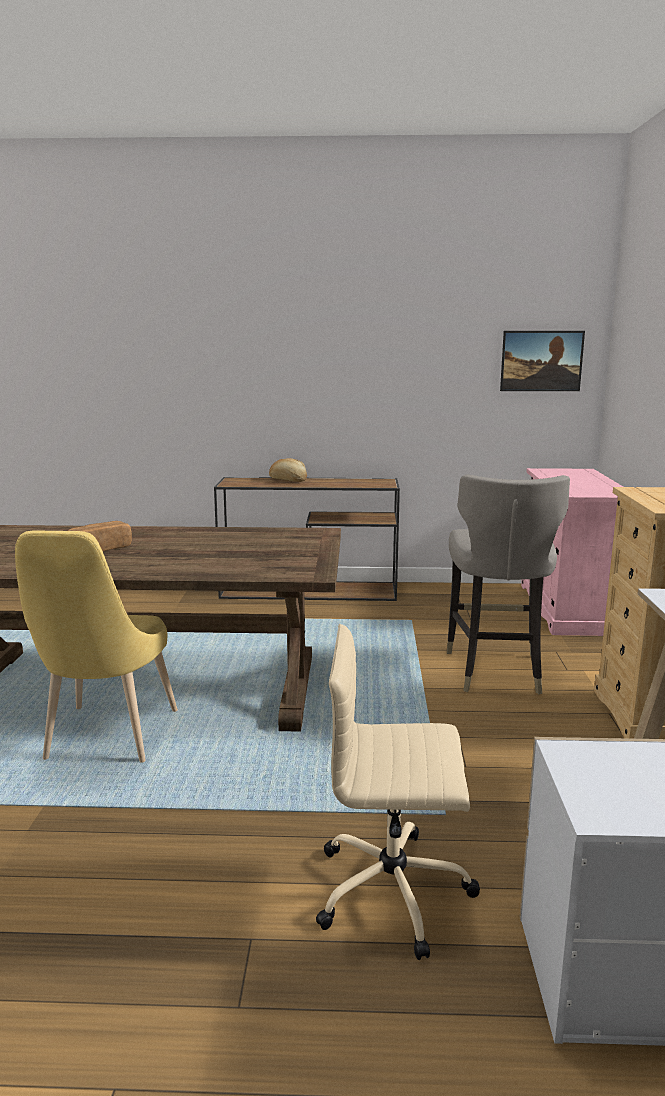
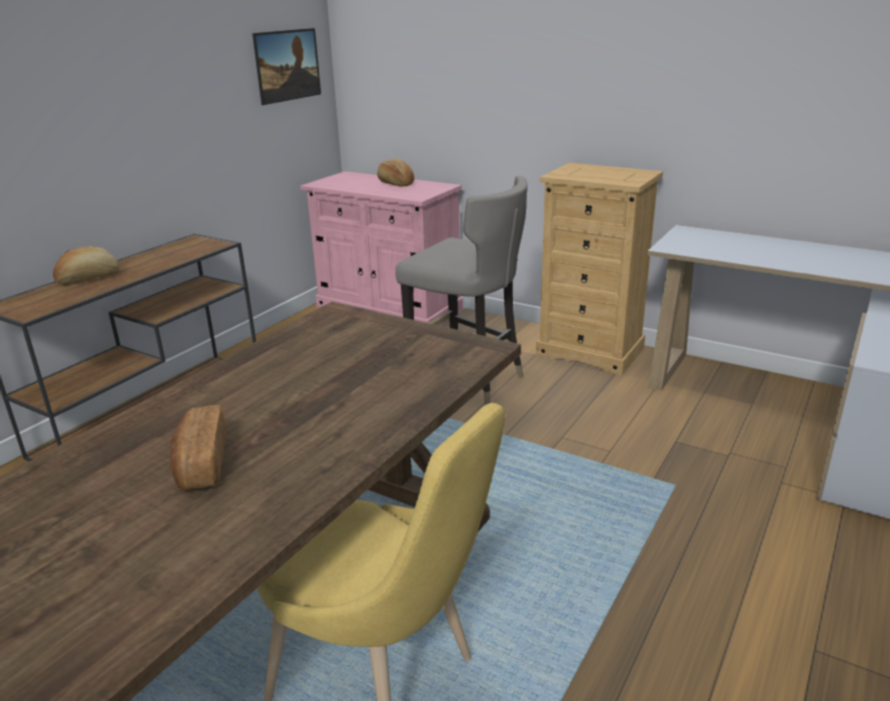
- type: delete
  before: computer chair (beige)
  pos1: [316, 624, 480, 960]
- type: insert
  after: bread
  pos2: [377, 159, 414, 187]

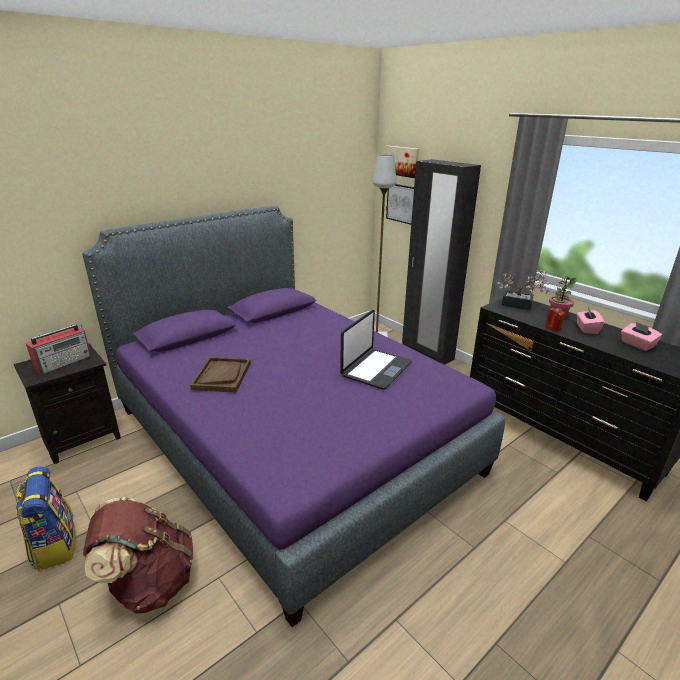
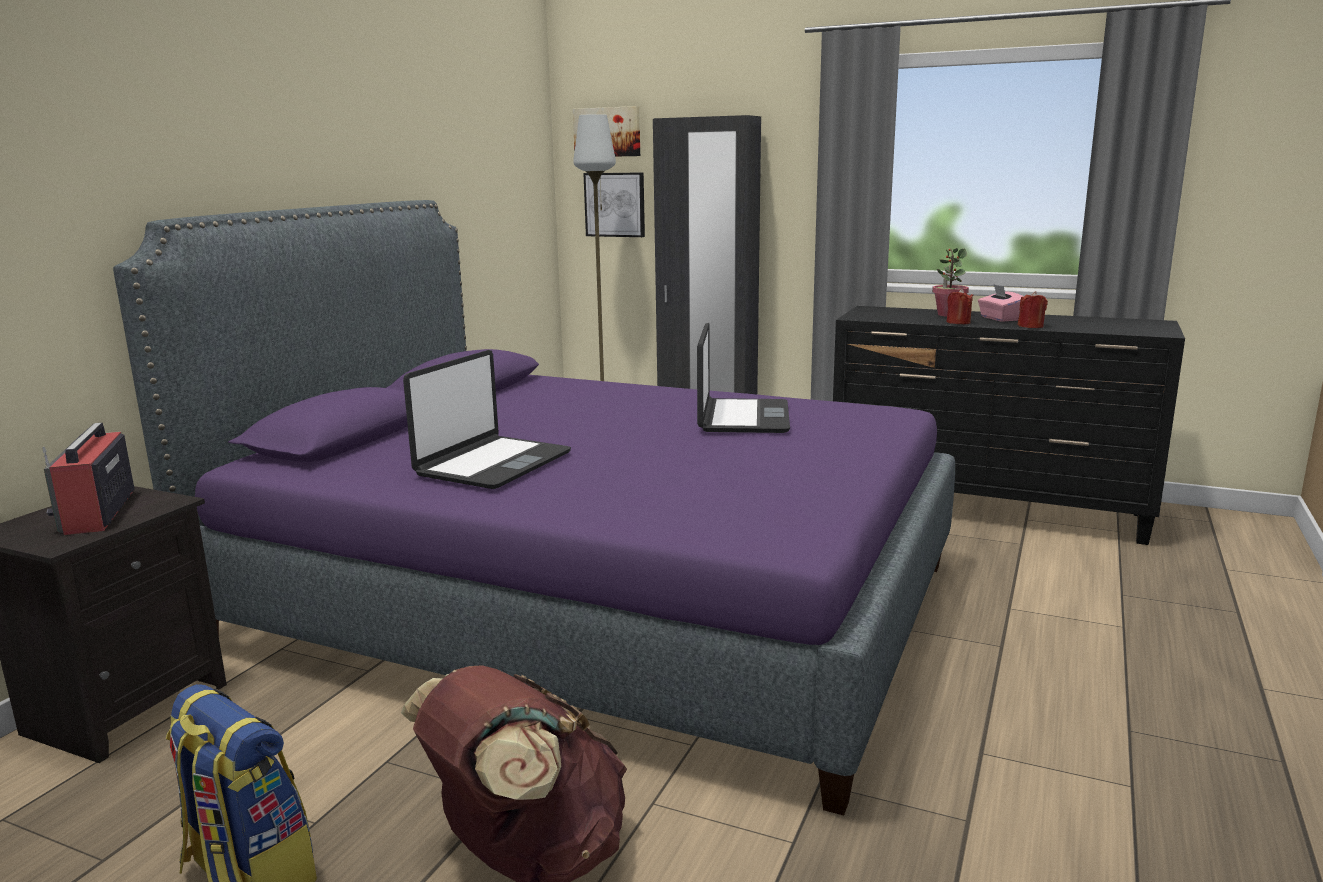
- type: delete
  before: plant in a pot
  pos1: [498, 270, 549, 310]
- type: delete
  before: box of tissues (pink-coloured)
  pos1: [621, 322, 662, 351]
- type: insert
  after: wax candle (reddish)
  pos2: [1018, 291, 1048, 328]
- type: replace
  before: serving tray (brown)
  after: laptop
  pos1: [190, 357, 251, 393]
  pos2: [403, 350, 571, 489]
- type: rotate
  before: radio receiver
  pos1: [26, 324, 91, 375]
  pos2: [42, 423, 135, 535]
  turn: 150

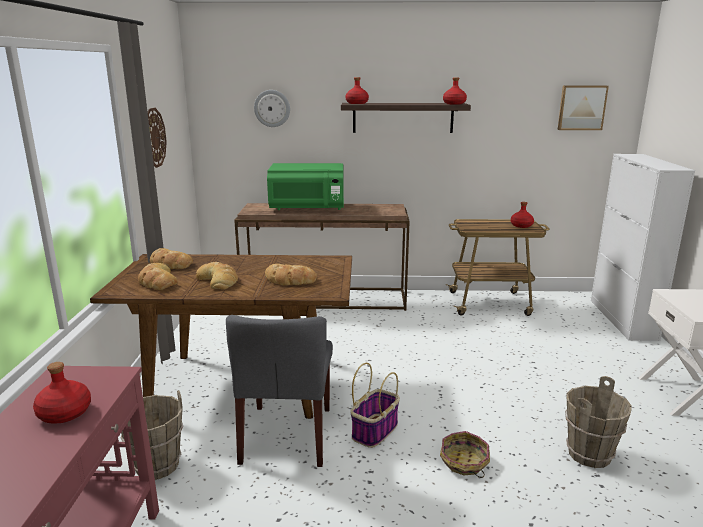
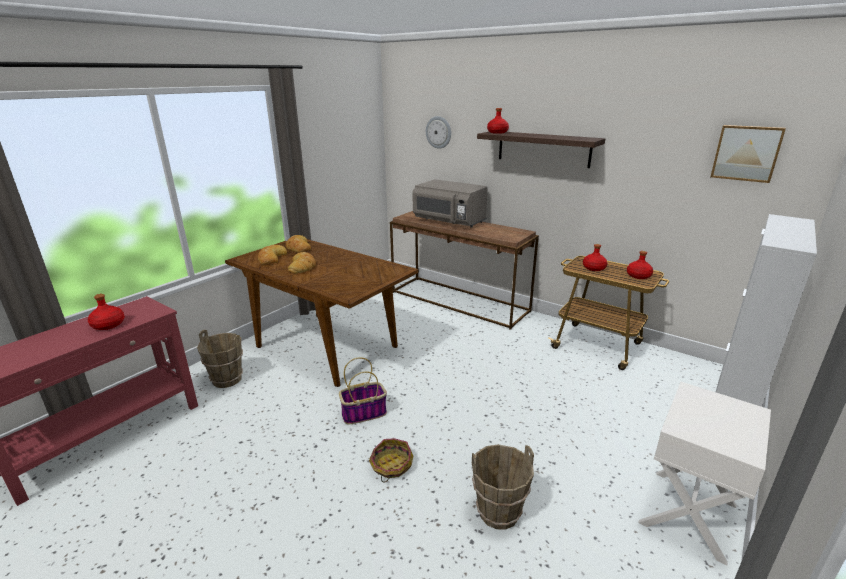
- type: delete
  before: hanging clock
  pos1: [148, 108, 167, 168]
- type: delete
  before: upright chair (gray)
  pos1: [226, 315, 333, 467]
- type: delete
  before: bread
  pos1: [265, 264, 317, 285]
- type: move
  before: beverage bottle (reddish)
  pos1: [443, 77, 467, 105]
  pos2: [583, 244, 607, 271]
- type: recolor
  before: microwave oven (greenish)
  after: microwave oven (gray)
  pos1: [267, 163, 344, 210]
  pos2: [412, 179, 488, 228]

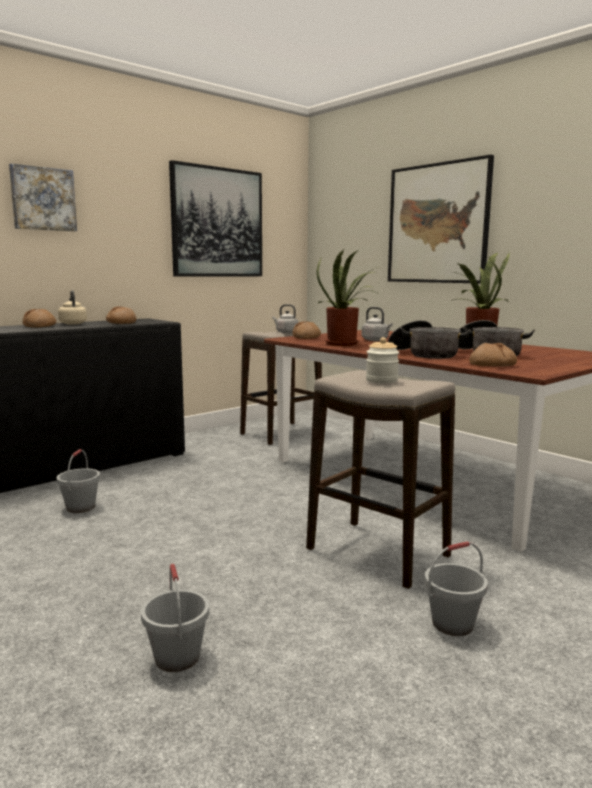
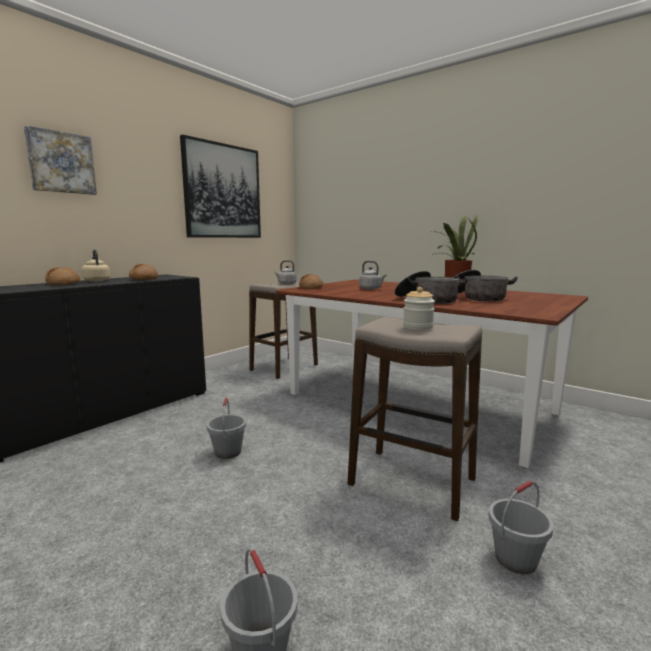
- type: delete
  before: plant in a pot
  pos1: [317, 250, 378, 346]
- type: delete
  before: wall art
  pos1: [388, 155, 494, 283]
- type: delete
  before: bread
  pos1: [469, 343, 517, 367]
- type: move
  before: pail (gray)
  pos1: [57, 449, 100, 513]
  pos2: [207, 397, 246, 459]

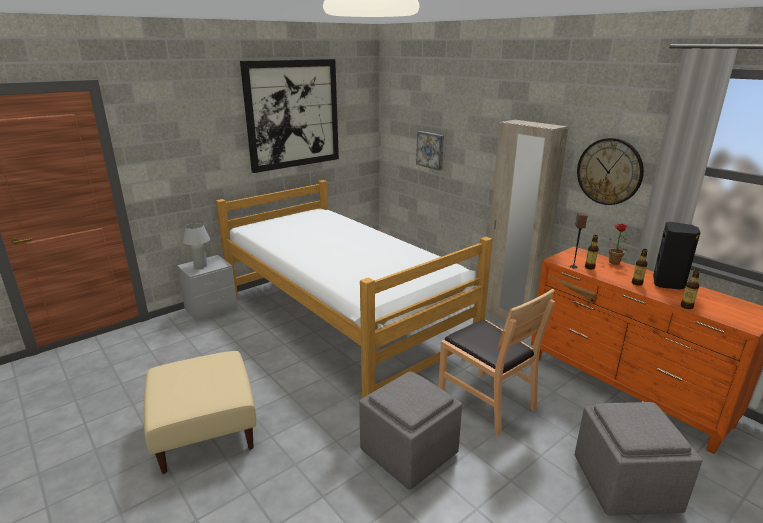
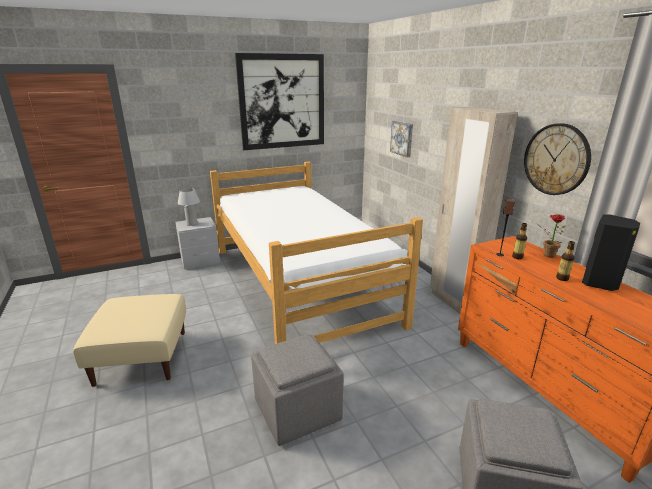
- type: delete
  before: upright chair (brown)
  pos1: [438, 289, 555, 436]
- type: delete
  before: beverage bottle
  pos1: [681, 269, 700, 309]

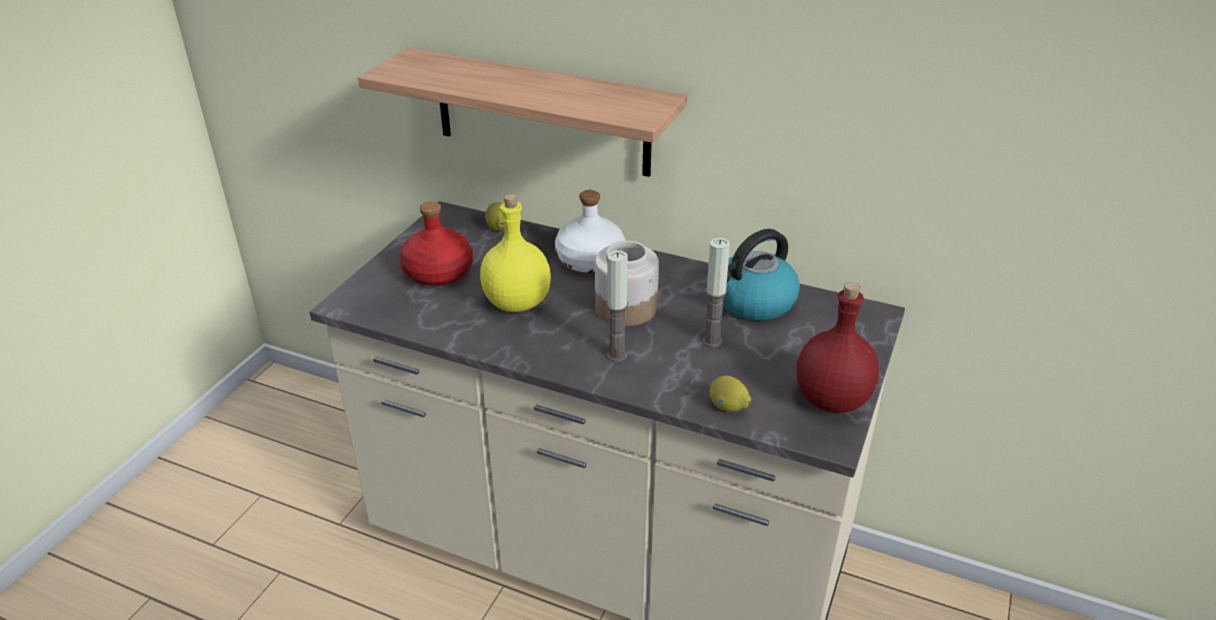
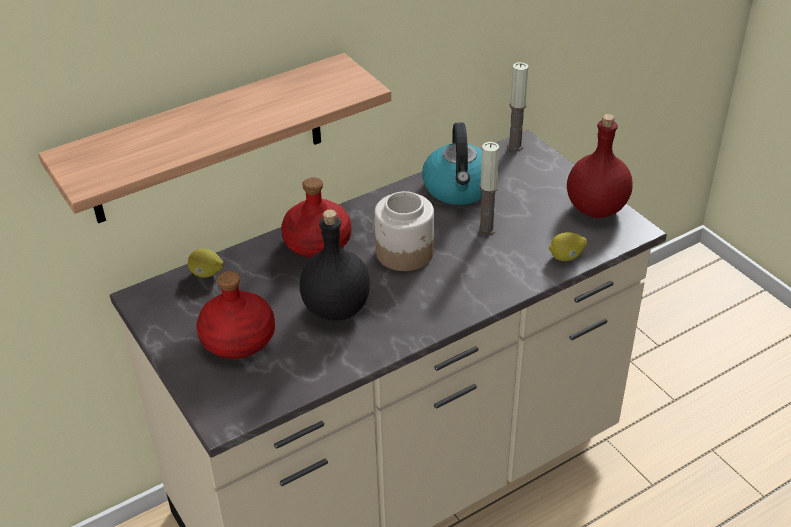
- type: move
  before: wax candle
  pos1: [606, 251, 628, 362]
  pos2: [507, 62, 528, 151]
- type: recolor
  before: beverage bottle (yellow-coloured)
  after: beverage bottle (black-coloured)
  pos1: [480, 194, 551, 312]
  pos2: [300, 210, 370, 321]
- type: recolor
  before: beverage bottle (white)
  after: beverage bottle (reddish)
  pos1: [555, 190, 626, 273]
  pos2: [281, 177, 351, 258]

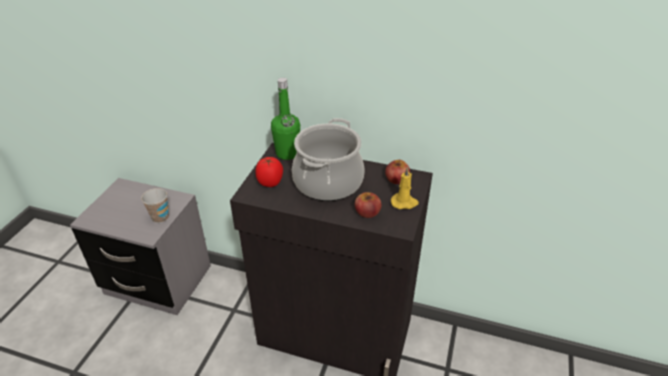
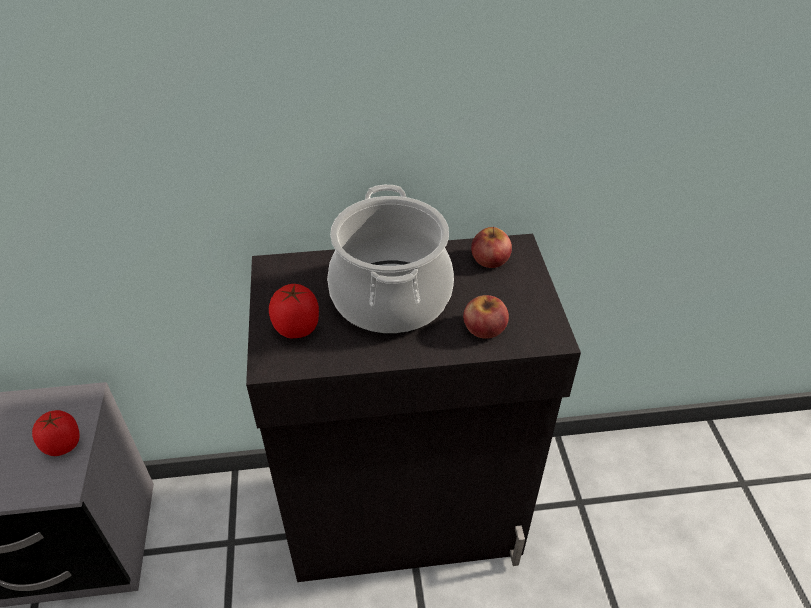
- type: delete
  before: beverage bottle (greenish)
  pos1: [271, 78, 300, 160]
- type: delete
  before: wax candle (yellow-coloured)
  pos1: [391, 167, 419, 209]
- type: replace
  before: drinking cup
  after: tomato
  pos1: [141, 188, 169, 223]
  pos2: [32, 410, 79, 456]

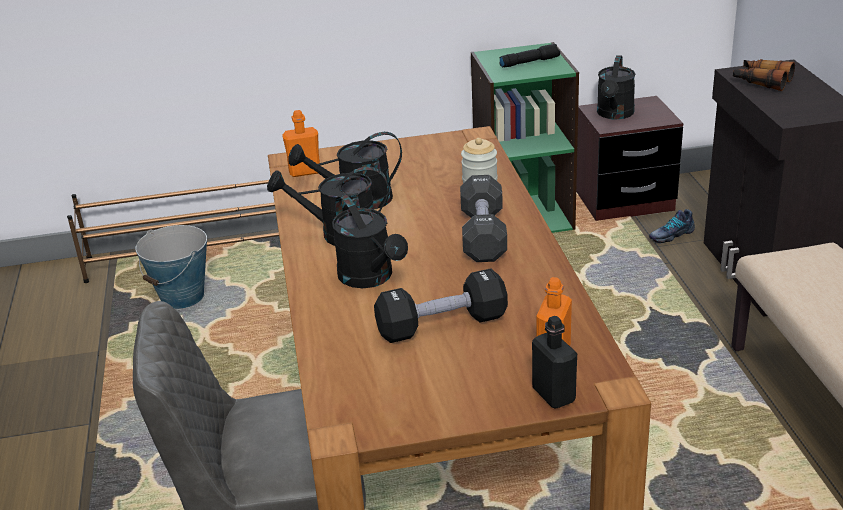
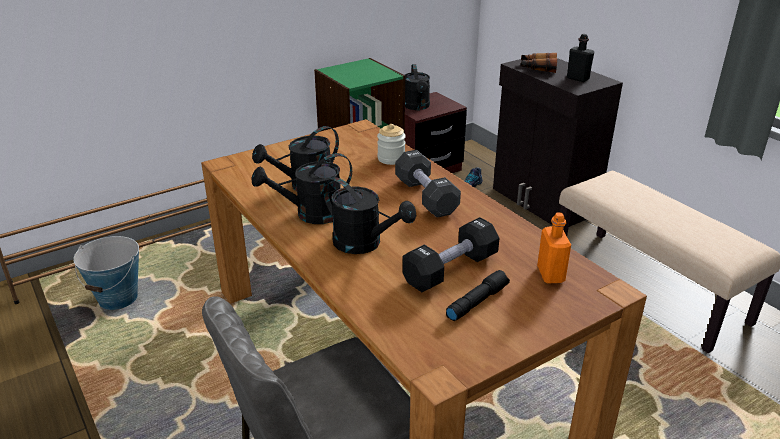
- type: delete
  before: beverage bottle (orange-coloured)
  pos1: [282, 110, 320, 177]
- type: move
  before: flashlight (black-coloured)
  pos1: [499, 44, 560, 68]
  pos2: [446, 270, 510, 321]
- type: move
  before: beverage bottle (black-coloured)
  pos1: [532, 316, 577, 408]
  pos2: [567, 34, 594, 82]

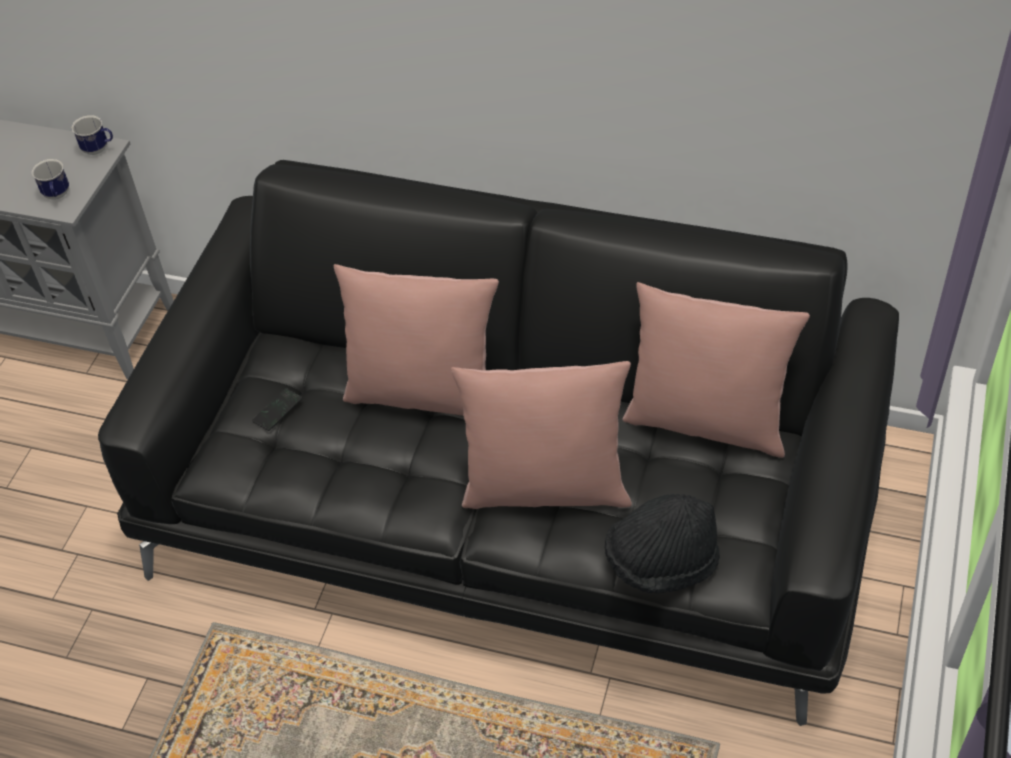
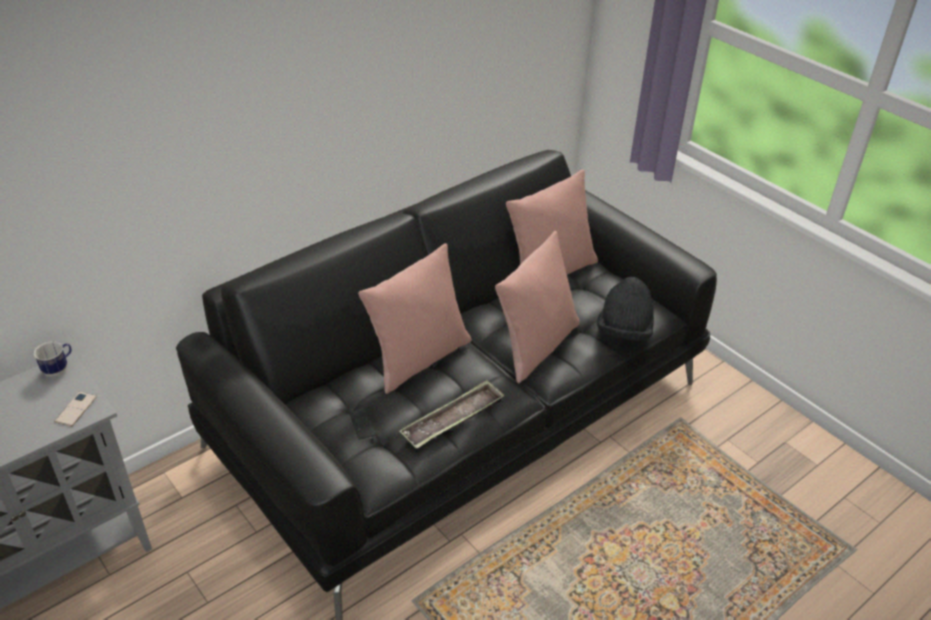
- type: insert
  after: serving tray
  pos2: [400, 380, 505, 449]
- type: replace
  before: tea mug
  after: handset
  pos1: [32, 159, 69, 200]
  pos2: [54, 392, 97, 427]

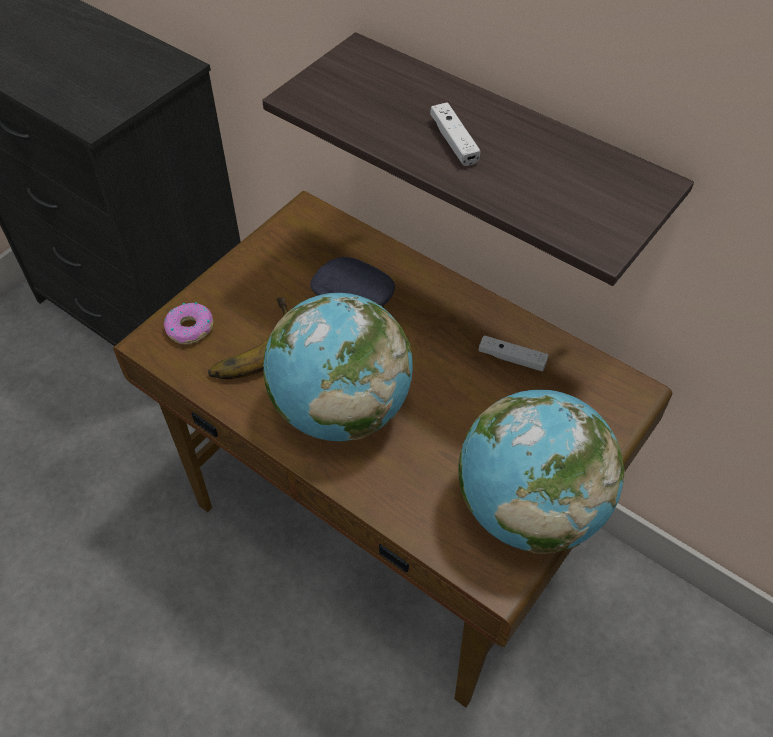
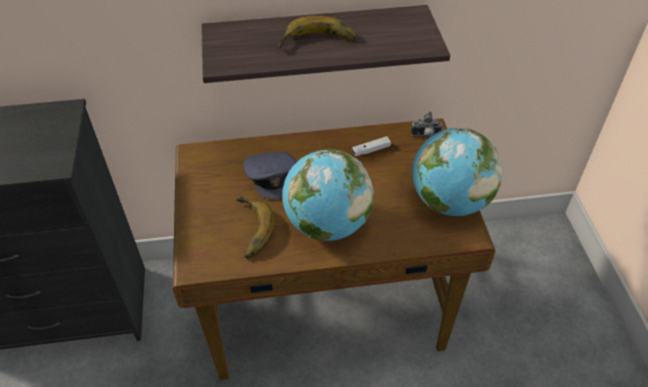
- type: delete
  before: doughnut
  pos1: [164, 302, 213, 344]
- type: insert
  after: photo camera
  pos2: [411, 112, 443, 139]
- type: replace
  before: game controller (white)
  after: whole banana
  pos1: [430, 102, 480, 166]
  pos2: [278, 16, 358, 48]

